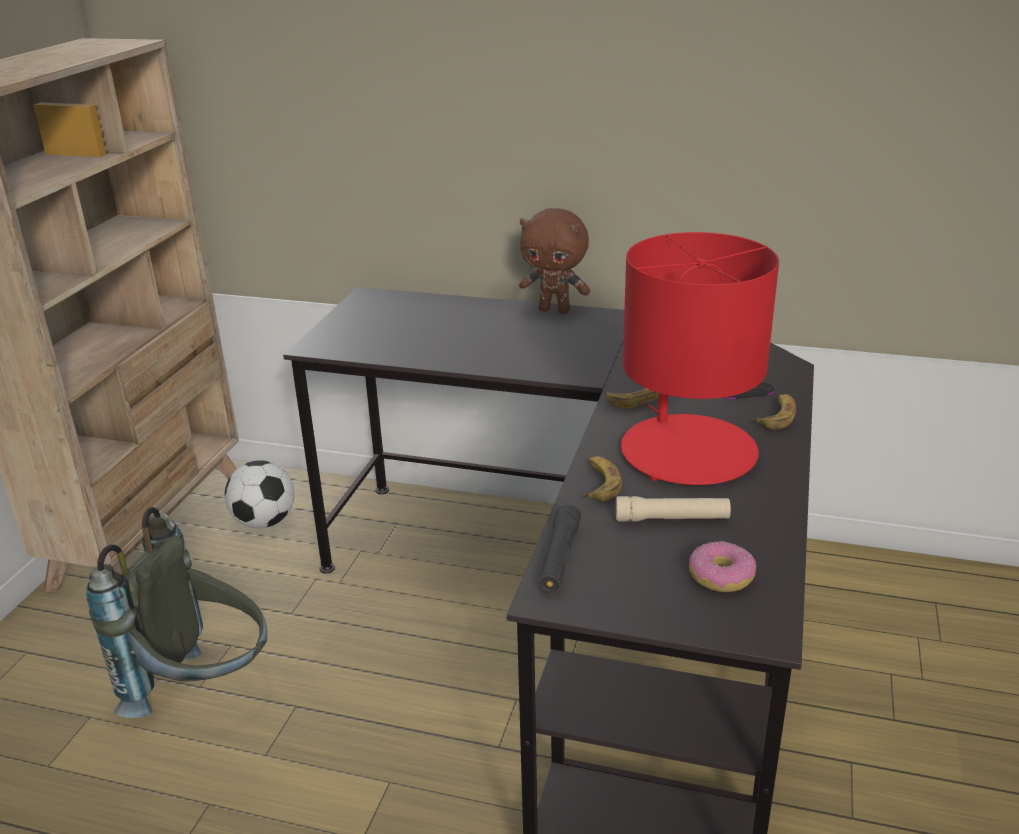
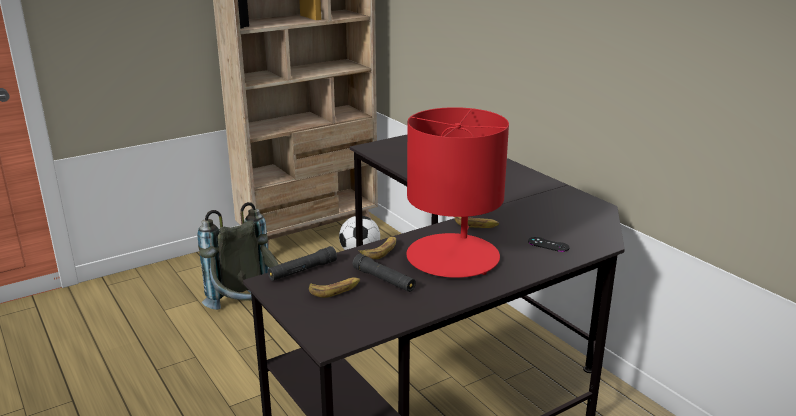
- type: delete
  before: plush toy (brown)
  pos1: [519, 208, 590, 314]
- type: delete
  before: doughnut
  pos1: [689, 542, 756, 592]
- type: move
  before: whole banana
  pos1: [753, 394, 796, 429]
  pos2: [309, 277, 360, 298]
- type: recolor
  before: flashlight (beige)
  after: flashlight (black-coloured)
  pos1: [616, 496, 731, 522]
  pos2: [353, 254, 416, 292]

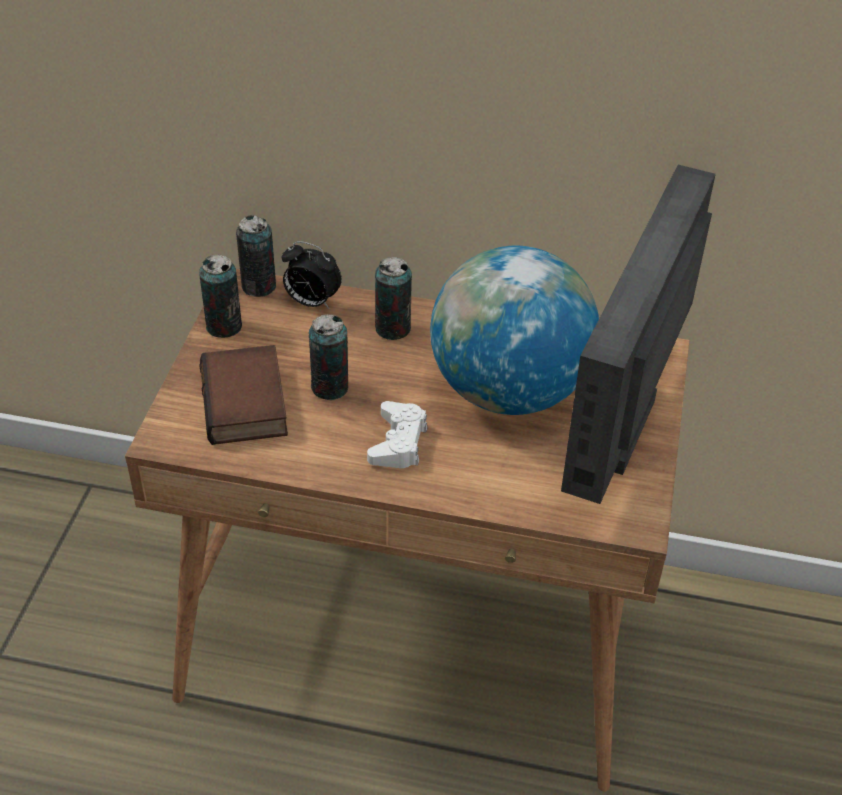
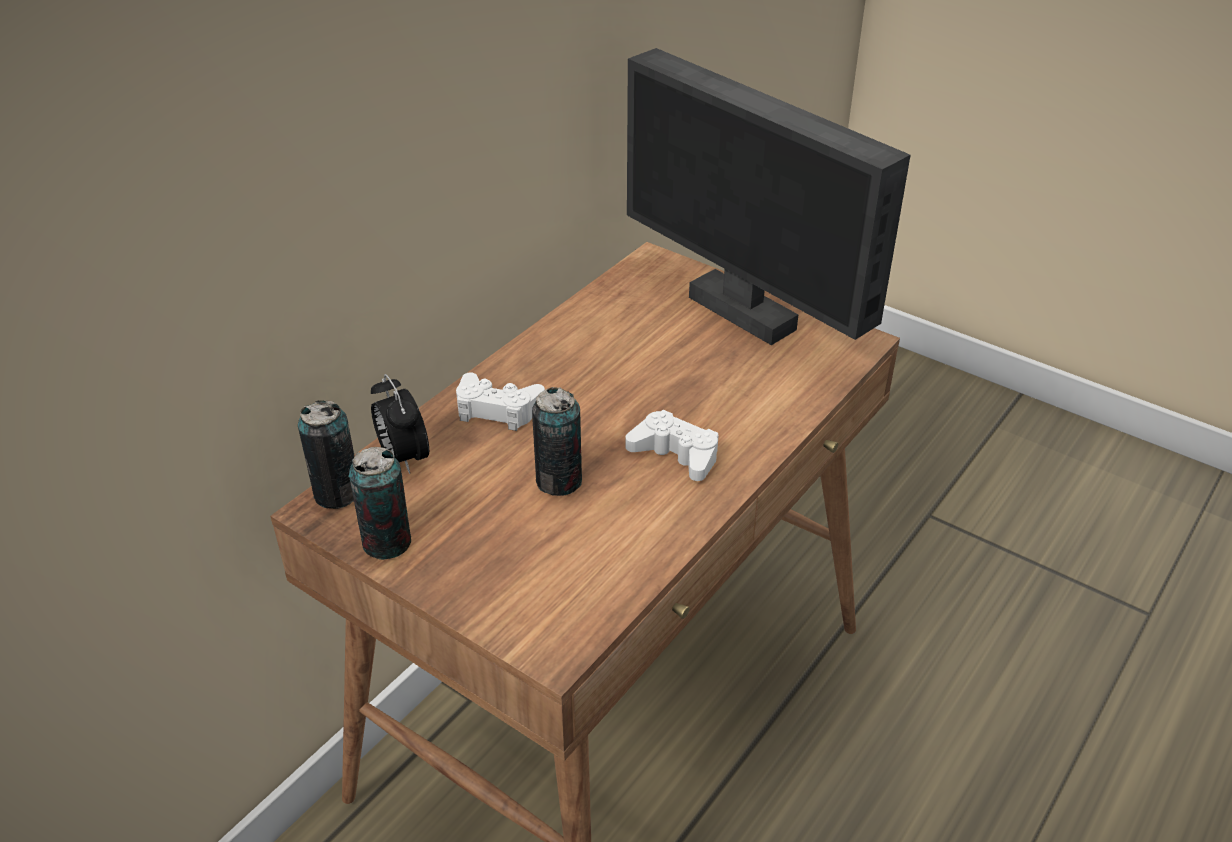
- type: delete
  before: book
  pos1: [199, 345, 288, 445]
- type: delete
  before: world globe
  pos1: [430, 246, 599, 415]
- type: replace
  before: sealed can
  after: game controller (white)
  pos1: [375, 257, 412, 340]
  pos2: [456, 372, 545, 431]
- type: rotate
  before: table clock
  pos1: [282, 241, 342, 309]
  pos2: [371, 374, 429, 474]
  turn: 105

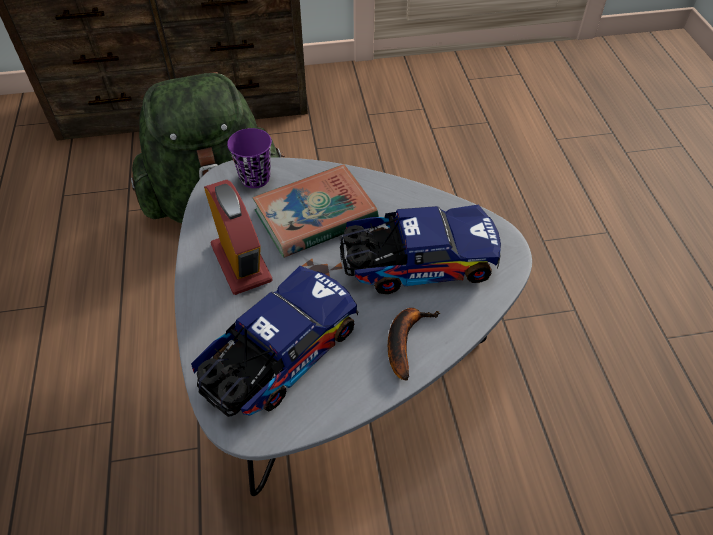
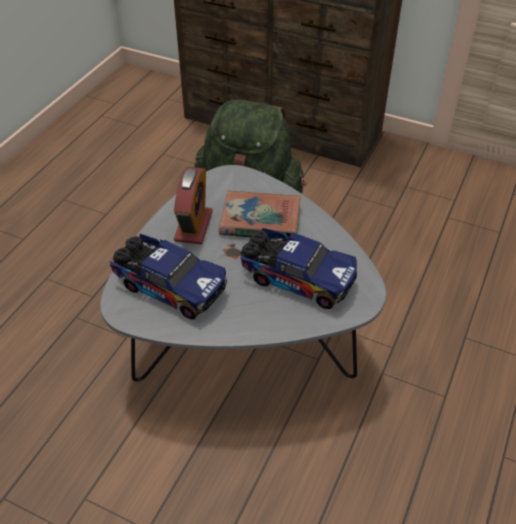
- type: delete
  before: drinking cup (purple-coloured)
  pos1: [227, 128, 272, 188]
- type: delete
  before: whole banana
  pos1: [388, 308, 440, 381]
- type: rotate
  before: model truck
  pos1: [191, 266, 358, 417]
  pos2: [110, 234, 227, 320]
  turn: 45

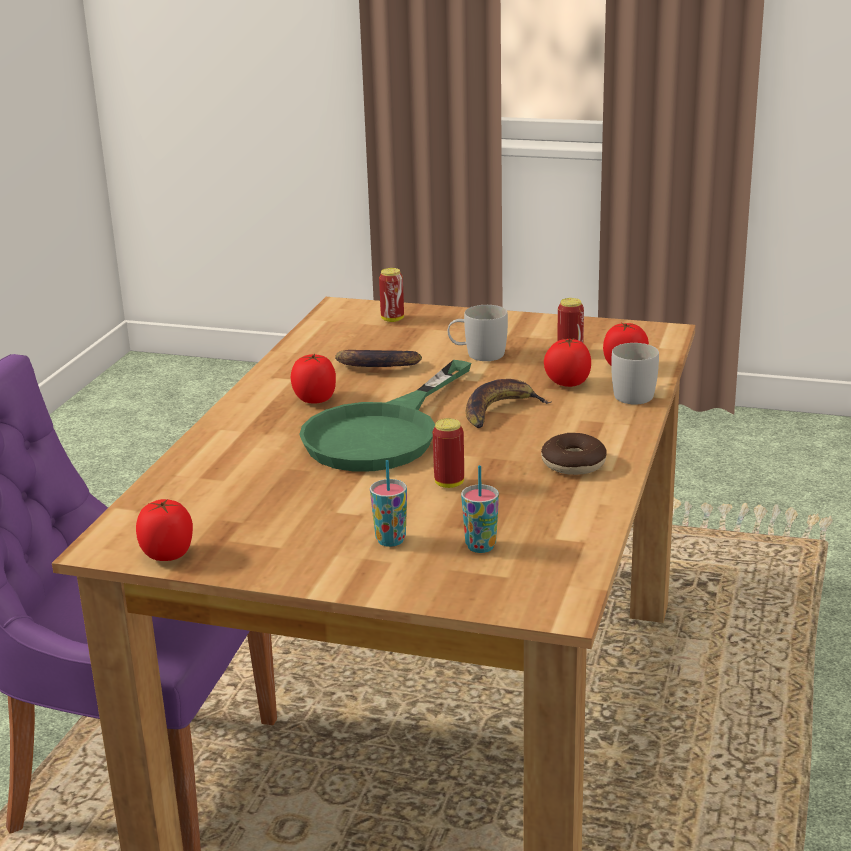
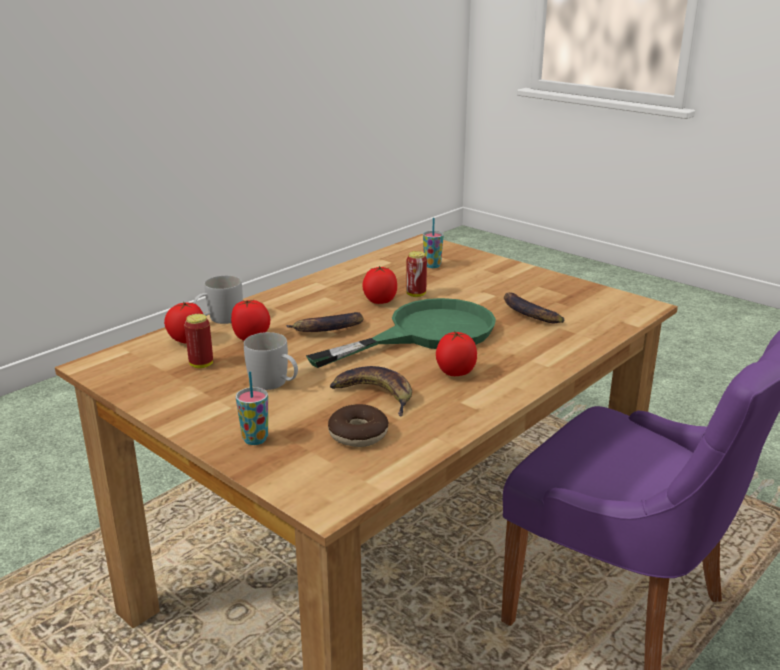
- type: delete
  before: sealed can
  pos1: [379, 268, 404, 322]
- type: insert
  after: whole banana
  pos2: [504, 292, 565, 323]
- type: move
  before: tomato
  pos1: [136, 499, 193, 561]
  pos2: [362, 266, 397, 304]
- type: move
  before: drinking cup
  pos1: [370, 460, 407, 547]
  pos2: [236, 371, 268, 445]
- type: move
  before: doughnut
  pos1: [541, 433, 607, 475]
  pos2: [328, 404, 389, 447]

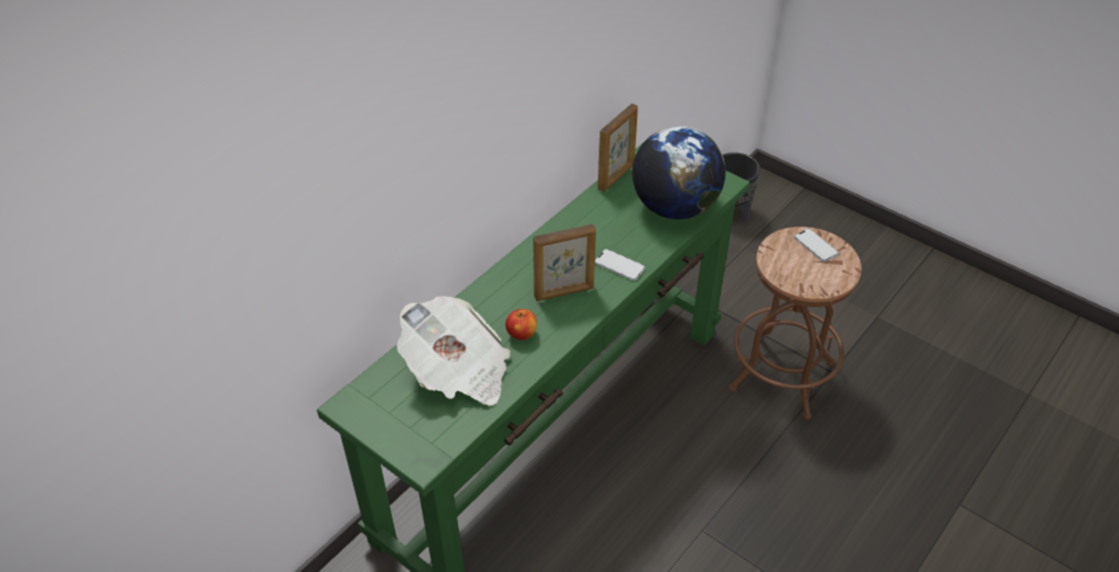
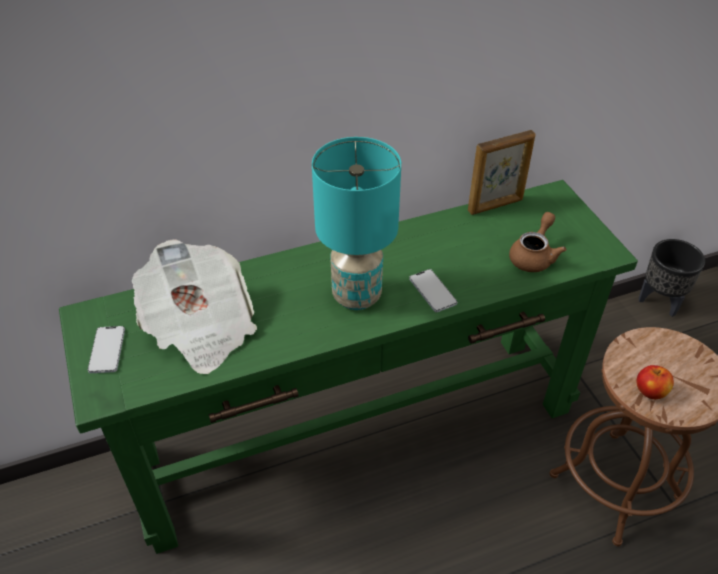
- type: move
  before: apple fruit
  pos1: [505, 309, 537, 340]
  pos2: [637, 365, 674, 399]
- type: move
  before: handset
  pos1: [794, 228, 839, 262]
  pos2: [88, 326, 125, 373]
- type: replace
  before: picture frame
  after: tabletop lamp (blue-green)
  pos1: [533, 224, 596, 301]
  pos2: [312, 137, 401, 310]
- type: replace
  before: world globe
  after: teapot (brown)
  pos1: [632, 126, 726, 219]
  pos2: [509, 212, 566, 272]

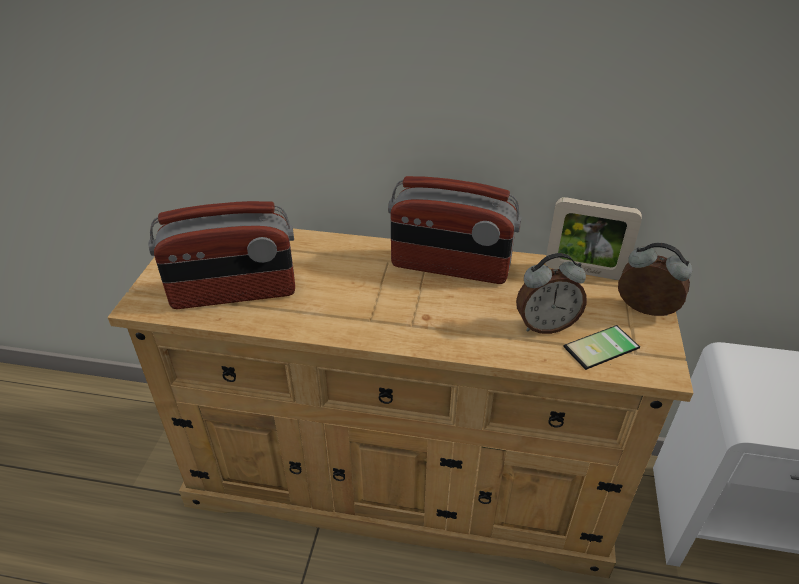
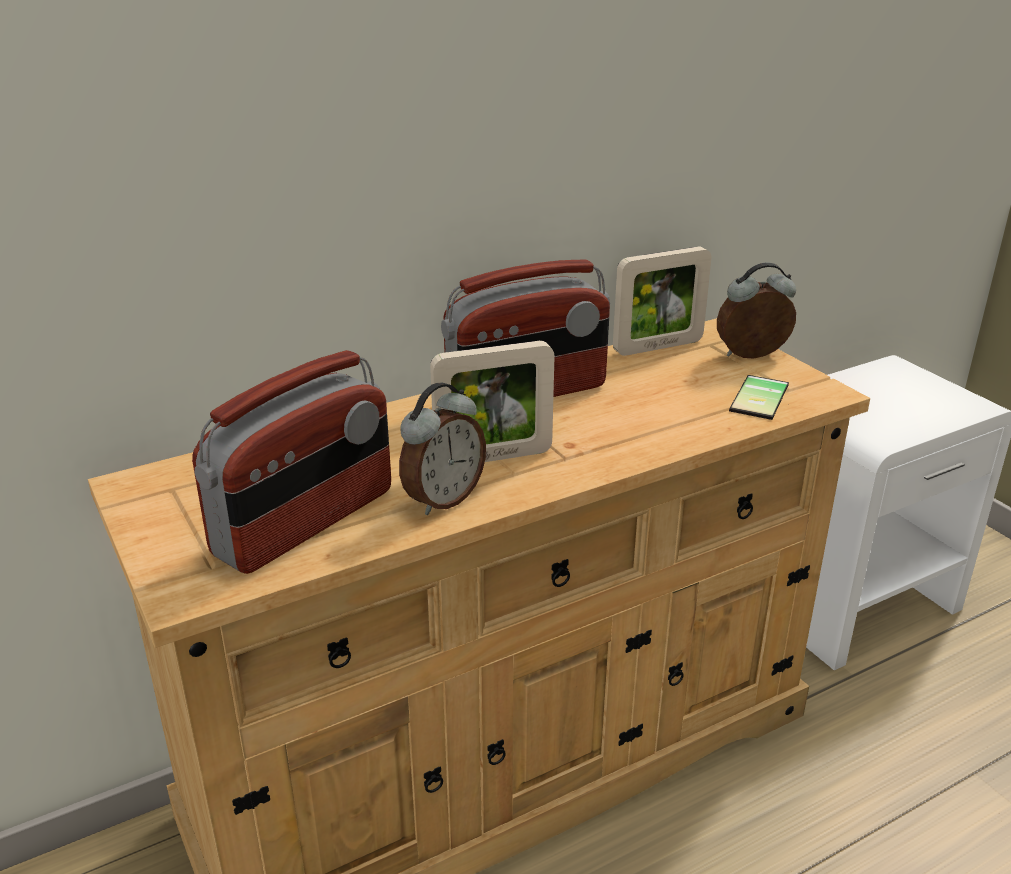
- type: insert
  after: picture frame
  pos2: [430, 341, 554, 462]
- type: move
  before: table clock
  pos1: [516, 253, 587, 334]
  pos2: [399, 382, 486, 515]

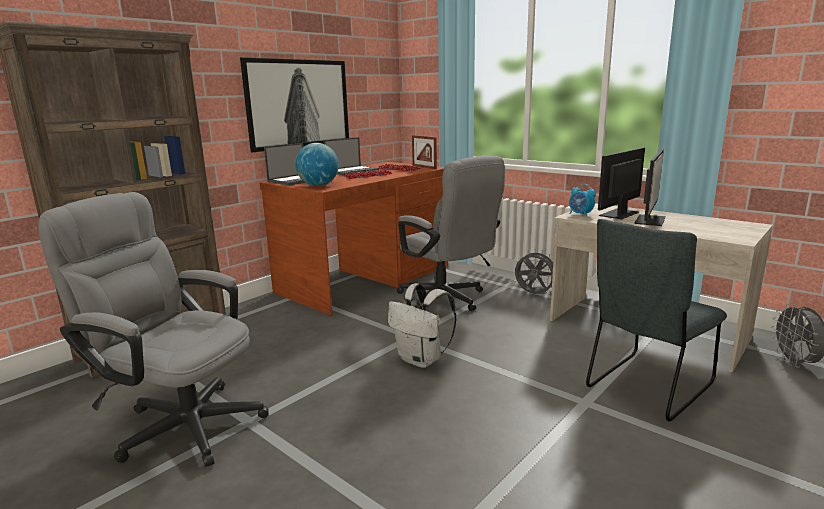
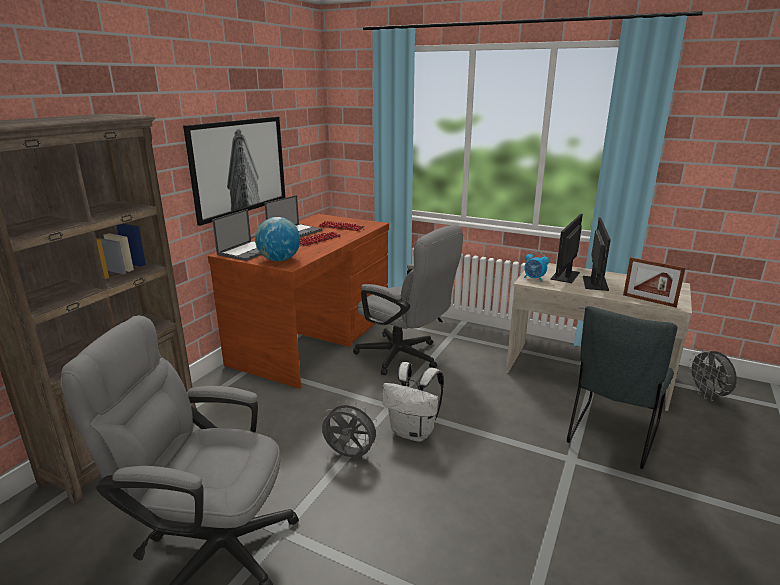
- type: move
  before: picture frame
  pos1: [412, 135, 437, 169]
  pos2: [623, 257, 685, 307]
- type: move
  before: cooling fan (gray)
  pos1: [515, 249, 553, 294]
  pos2: [322, 401, 380, 457]

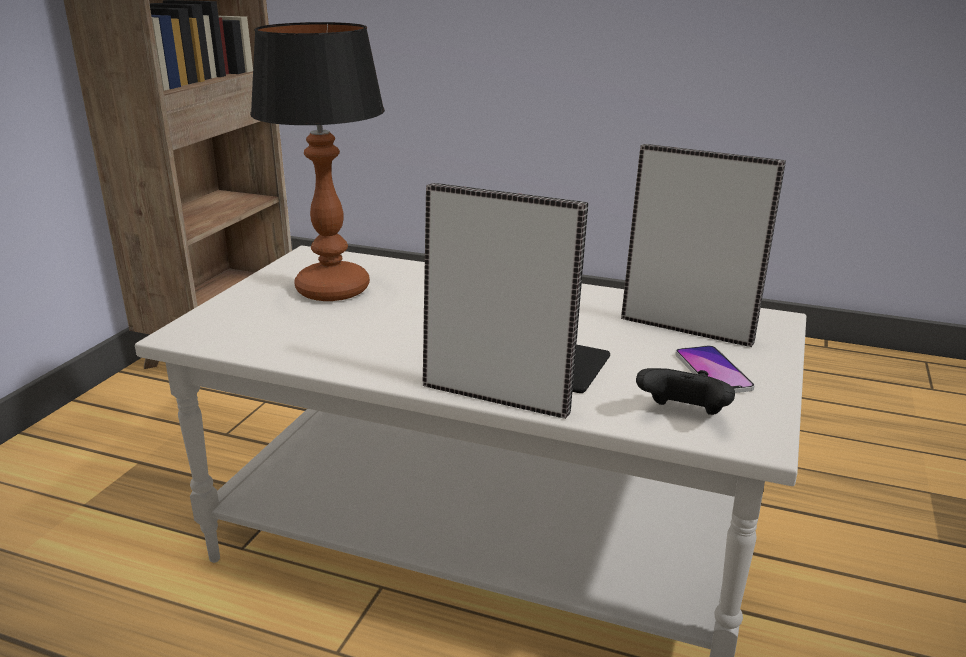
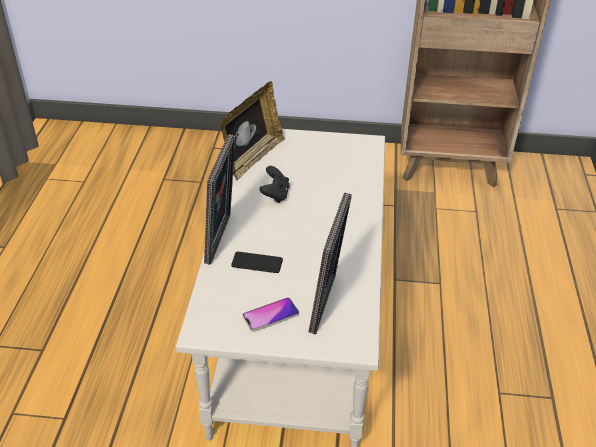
- type: delete
  before: tabletop lamp
  pos1: [250, 22, 385, 301]
- type: insert
  after: picture frame
  pos2: [220, 81, 285, 180]
- type: move
  before: game controller (black-coloured)
  pos1: [636, 368, 735, 415]
  pos2: [259, 166, 290, 203]

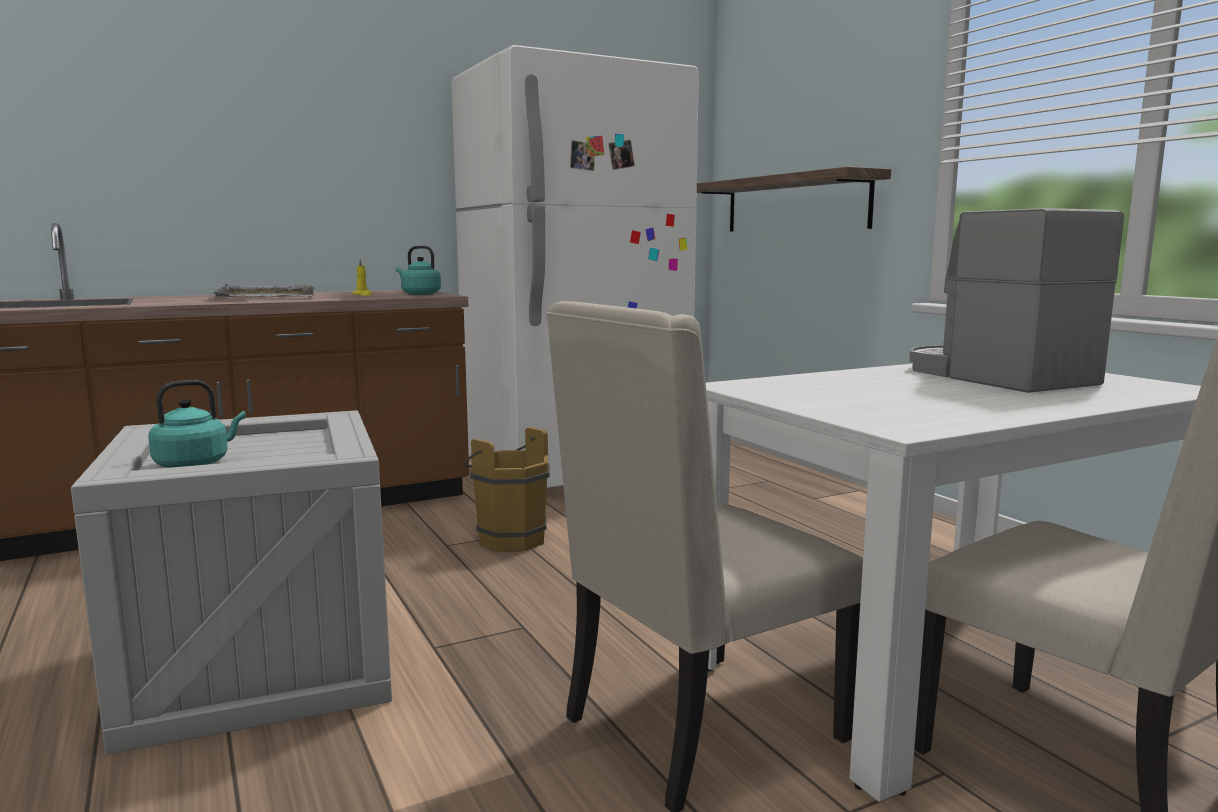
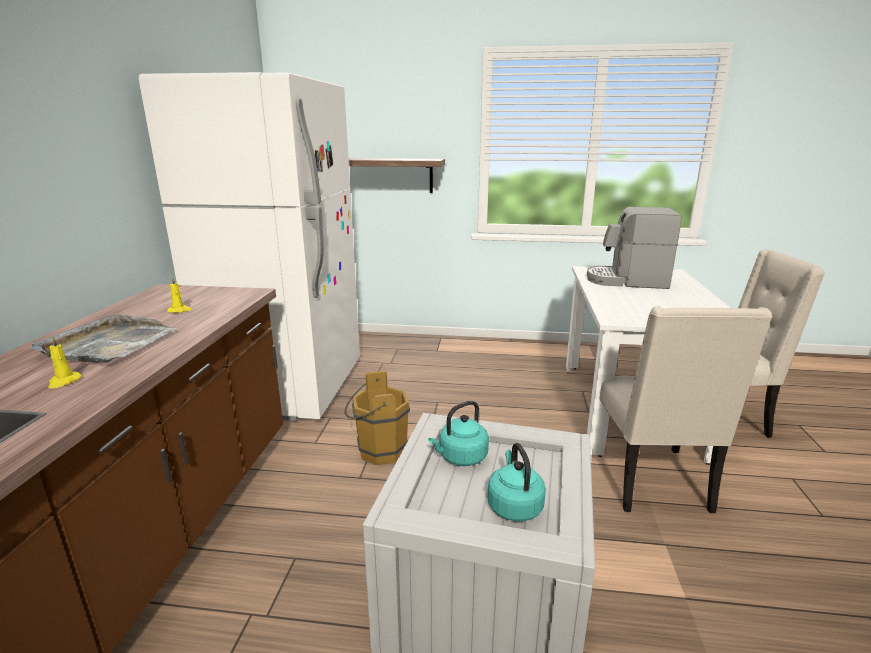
- type: insert
  after: wax candle (yellow-coloured)
  pos2: [48, 336, 81, 389]
- type: move
  before: tea kettle (blue-green)
  pos1: [396, 246, 441, 295]
  pos2: [428, 401, 489, 466]

